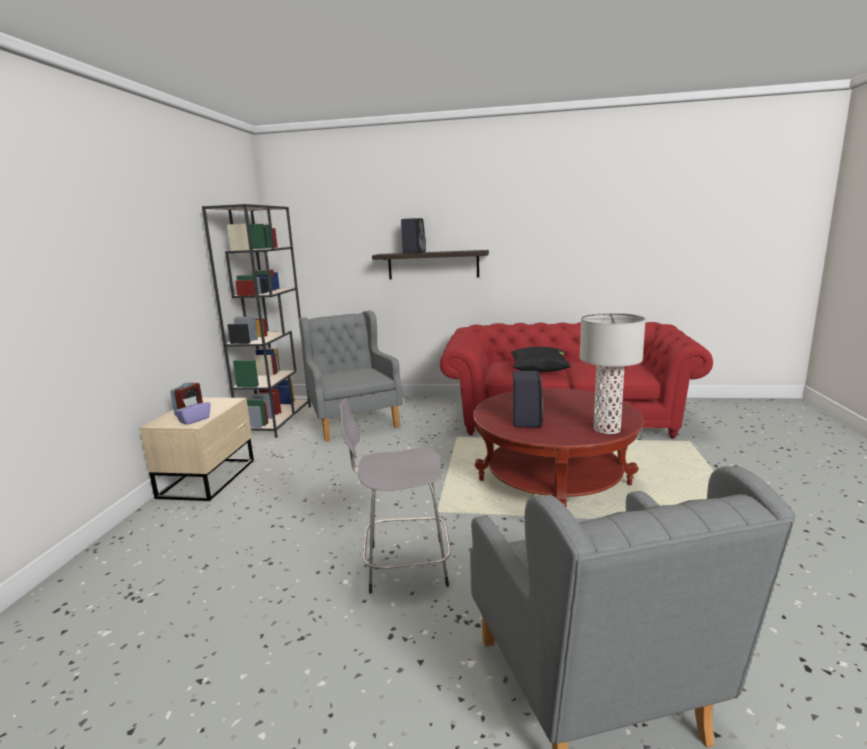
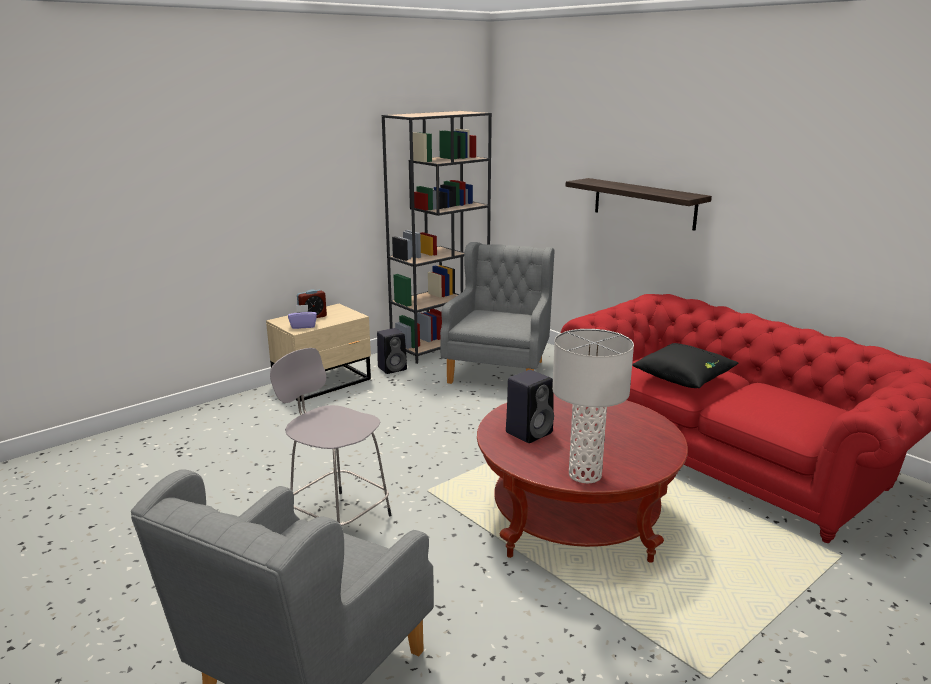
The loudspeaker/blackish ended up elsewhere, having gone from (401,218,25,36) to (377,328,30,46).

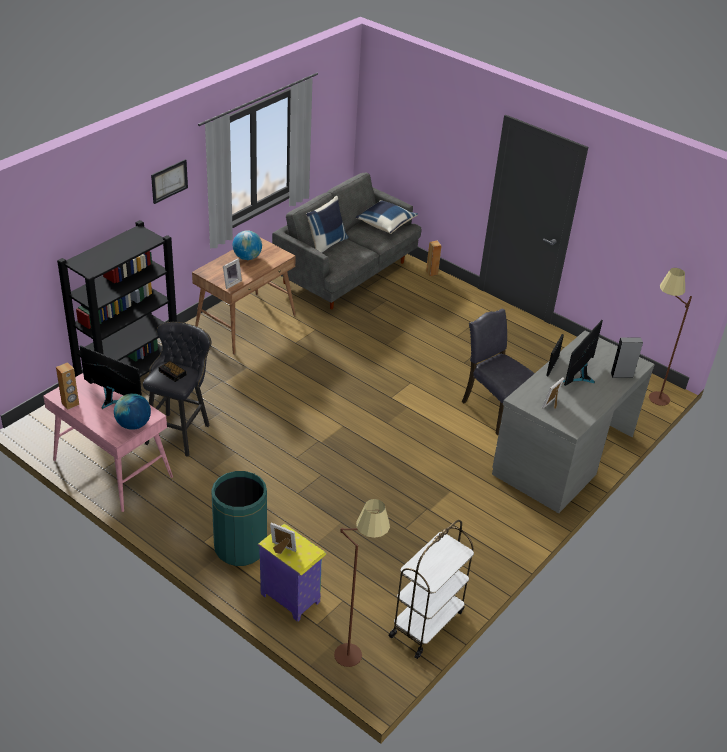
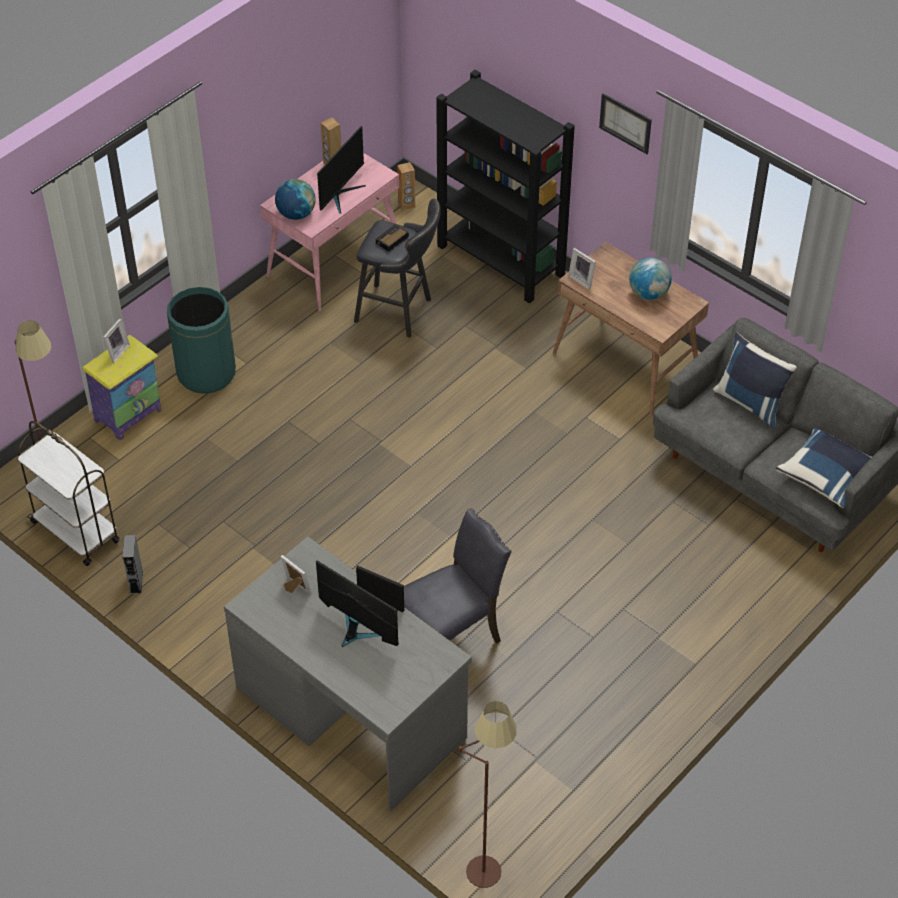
The loudspeaker/brown ended up elsewhere, having gone from (426,241,16,35) to (397,162,18,49). The loudspeaker/grey ended up elsewhere, having gone from (611,337,32,41) to (122,535,21,59).

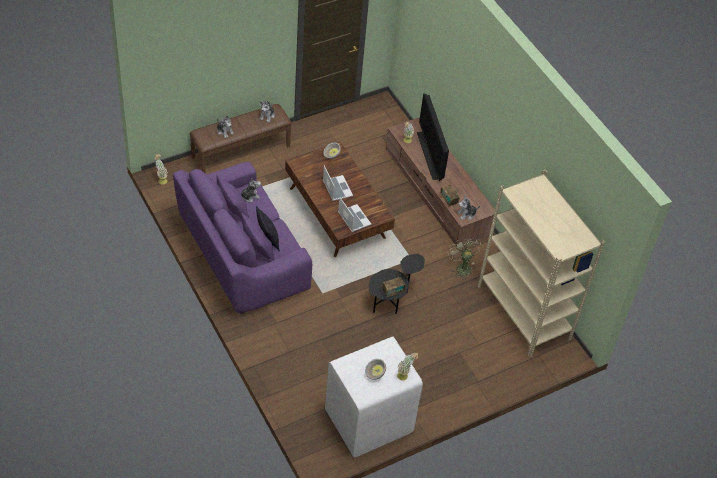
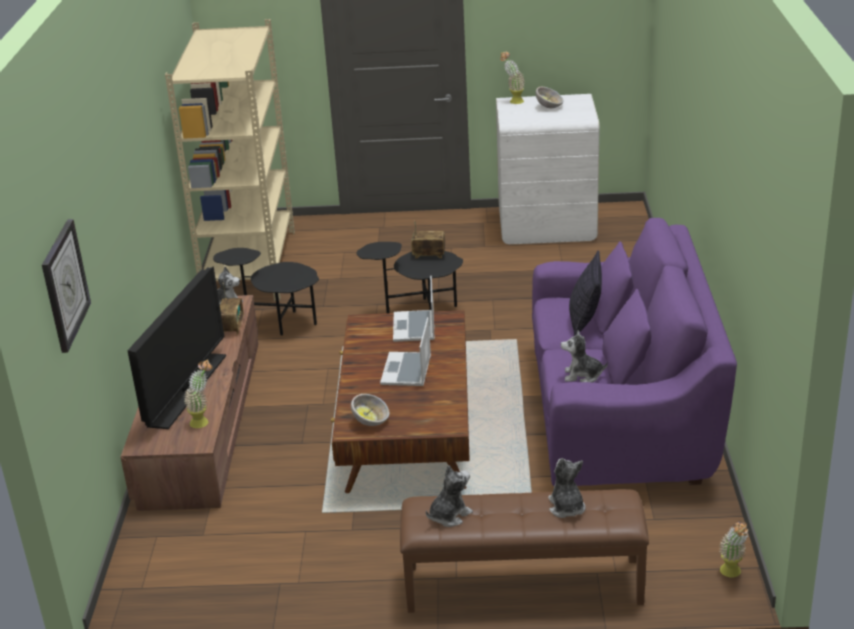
The second view gained the wall clock at (42,219,49,134). Where the electric fan/green-coloured stood at (448,237,34,41), the side table/blackish came to stand at (213,248,106,87).

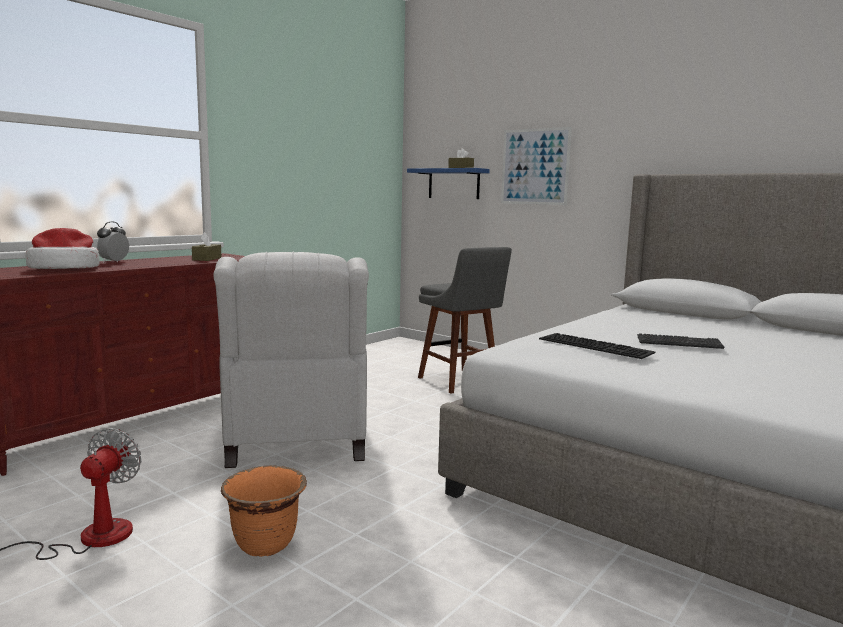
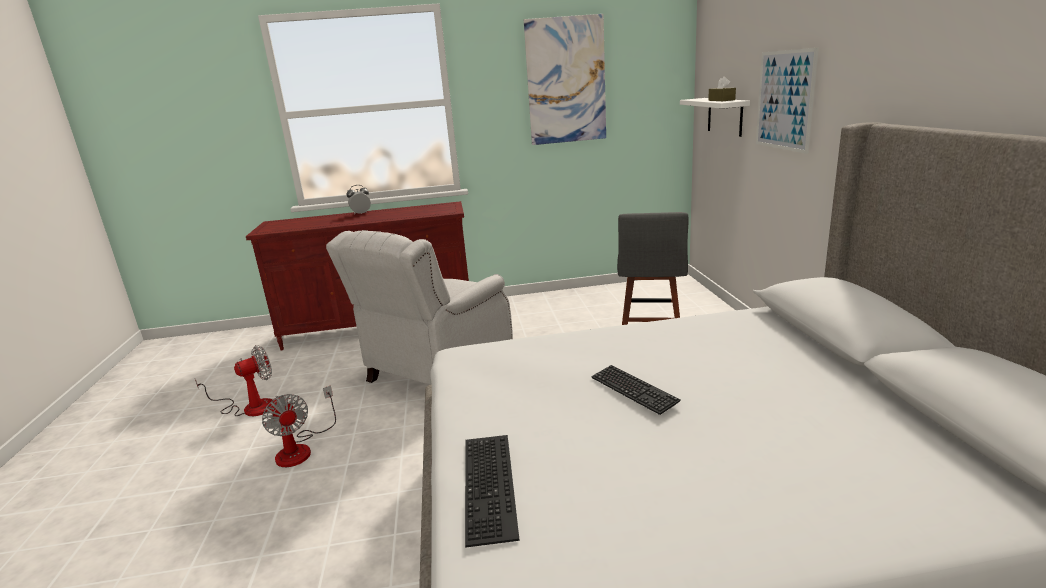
The second view lost the clothing hat at (25,228,75,41). The second view lost the tissue holder/brown at (192,232,29,29). The second view gained the wall picture at (524,14,82,131). The keyboard ended up elsewhere, having gone from (539,333,116,26) to (465,435,55,113). Where the flower pot/orangey stood at (221,465,86,92), the electric fan came to stand at (262,385,74,82). What was the bracket shelf/bluish at (407,168,83,31) turned into the bracket shelf/white at (680,98,70,39).

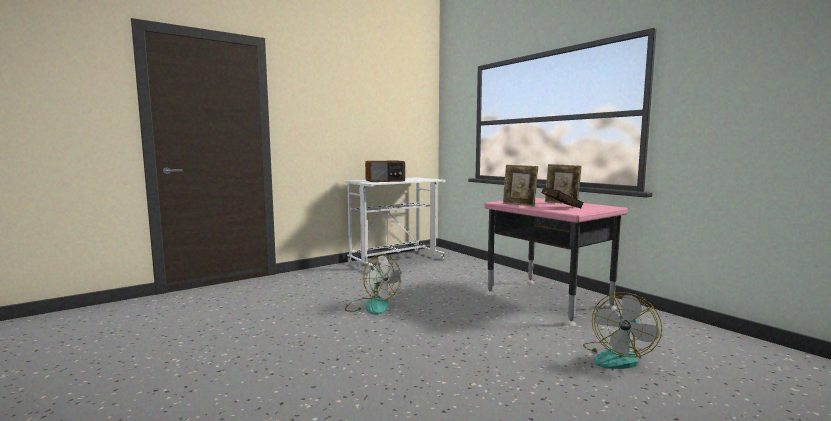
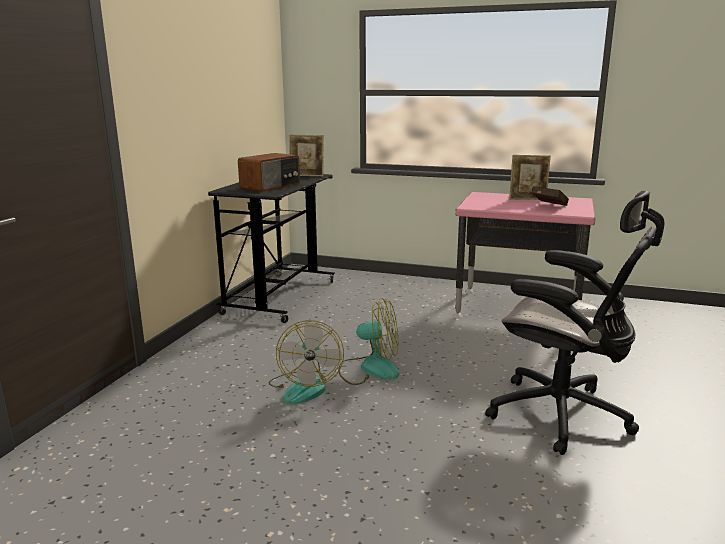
The second view gained the computer chair at (485,191,179,264). The photo frame ended up elsewhere, having gone from (503,165,35,42) to (289,135,35,41). The electric fan ended up elsewhere, having gone from (583,292,79,77) to (268,320,76,84). What was the desk unit/white at (345,177,101,94) turned into the desk unit/blackish at (208,174,127,149).

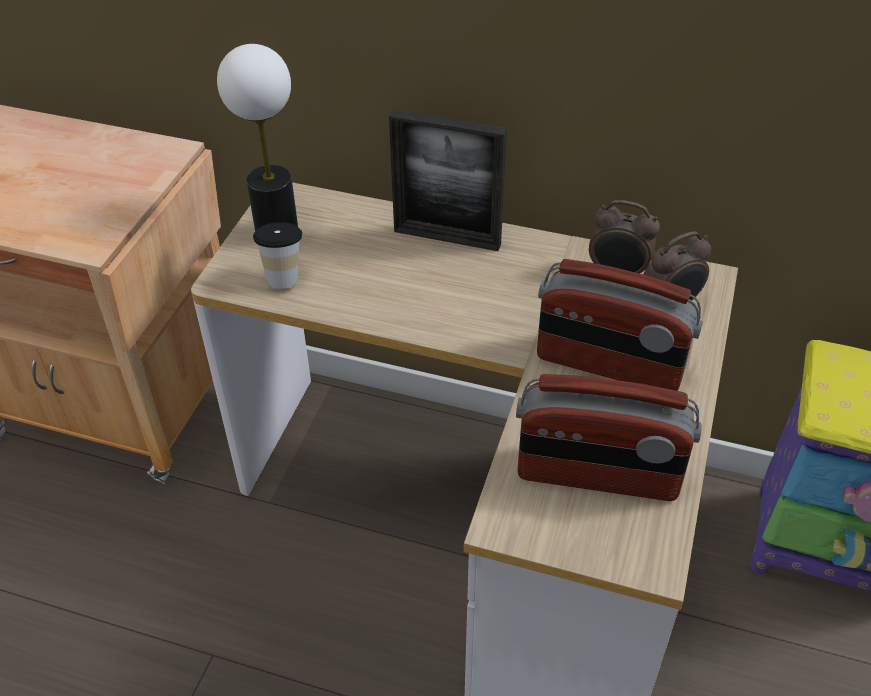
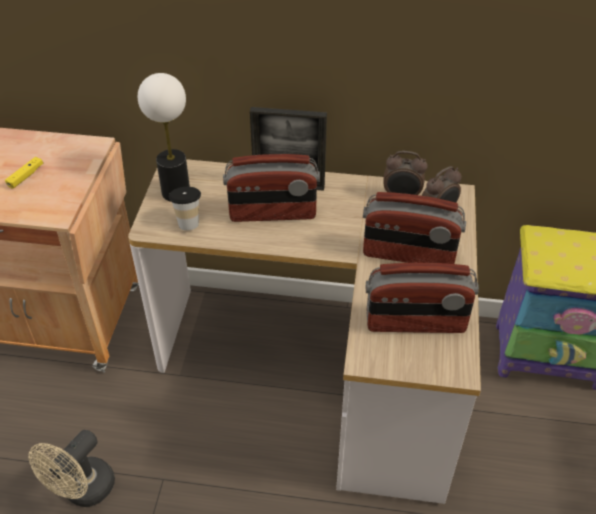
The second view gained the joypad/yellow at (5,157,39,32). The second view gained the electric fan/beige at (28,430,87,77). The second view gained the radio set at (223,154,97,68).

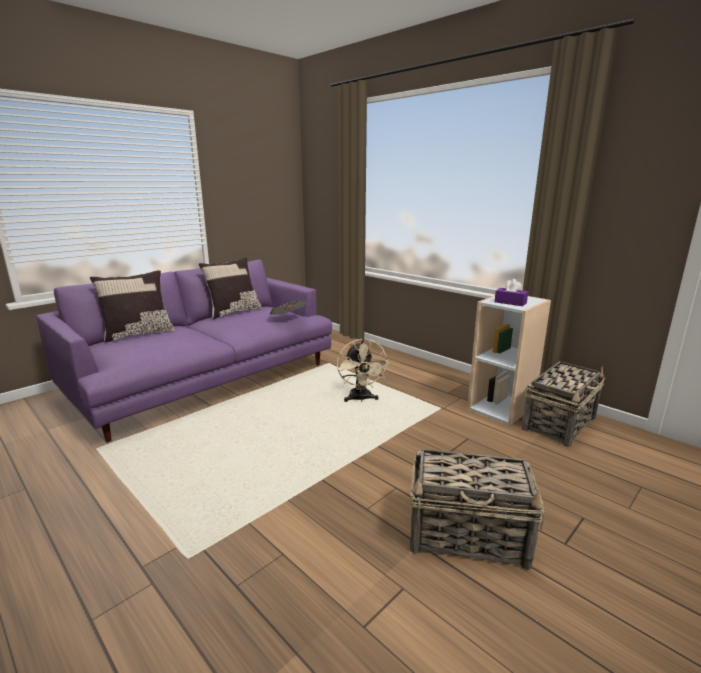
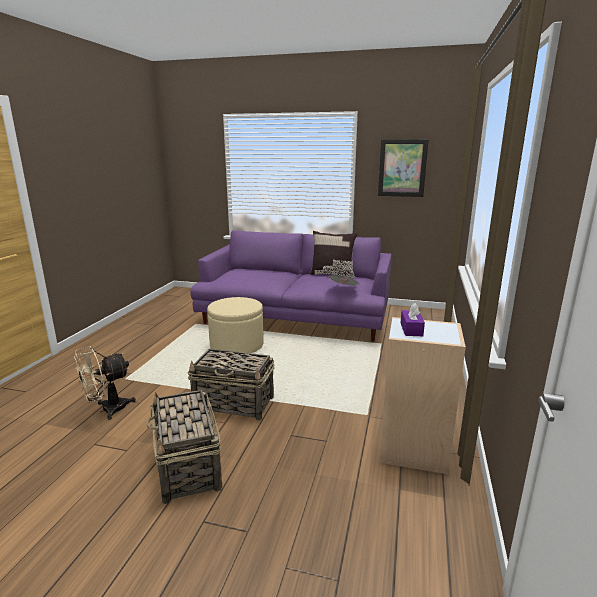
The second view lost the cushion at (90,270,85,73). The second view gained the pouffe/beige at (207,297,57,56). The second view gained the wall picture at (378,139,51,58). The electric fan/beige ended up elsewhere, having gone from (337,338,52,64) to (74,346,62,74). The household basket ended up elsewhere, having gone from (521,361,84,86) to (187,349,88,71).

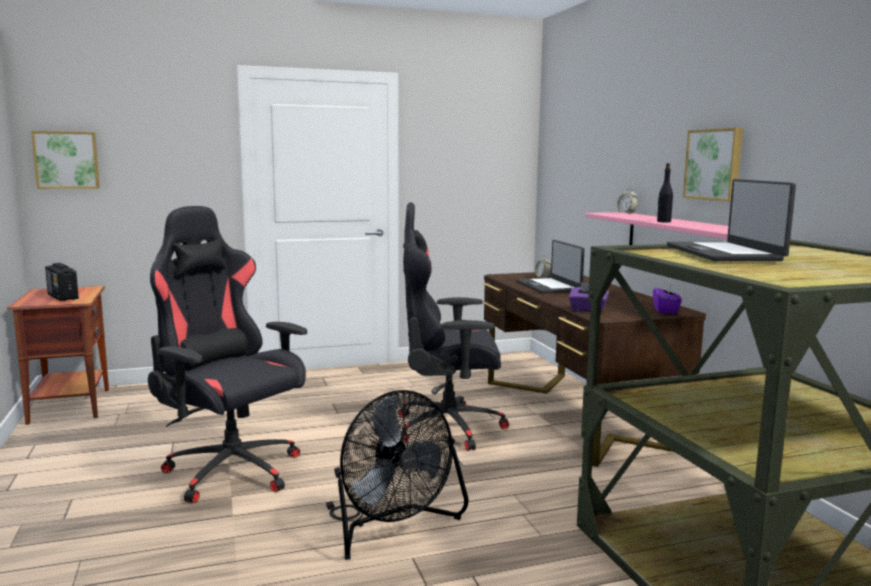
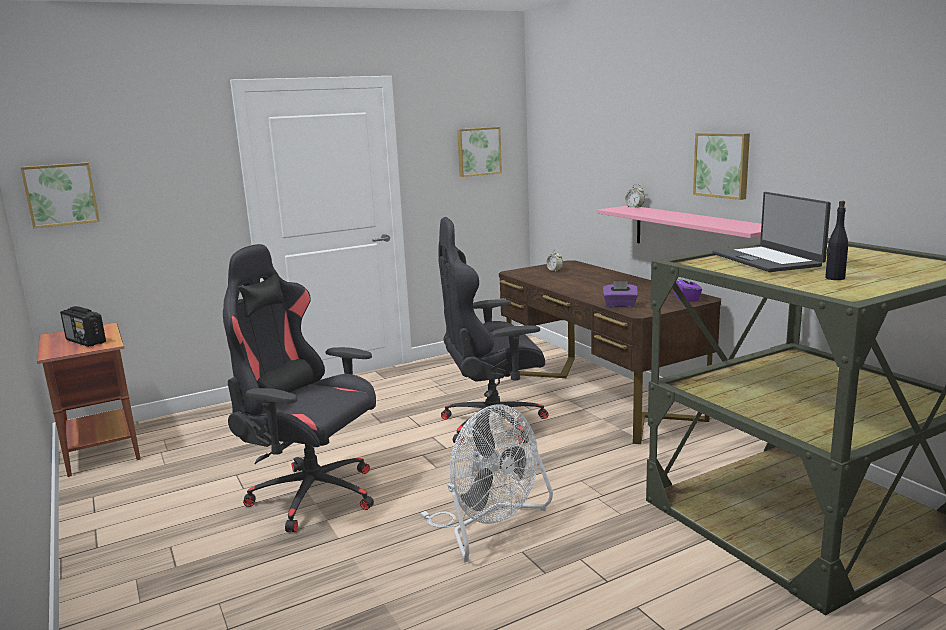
The second view lost the notebook computer at (516,240,68,54). The second view gained the wall picture at (457,127,45,50). The beverage bottle/blackish ended up elsewhere, having gone from (657,163,16,60) to (825,201,23,79). What was the electric fan/blackish at (326,390,142,170) turned into the electric fan/white at (421,404,132,159).

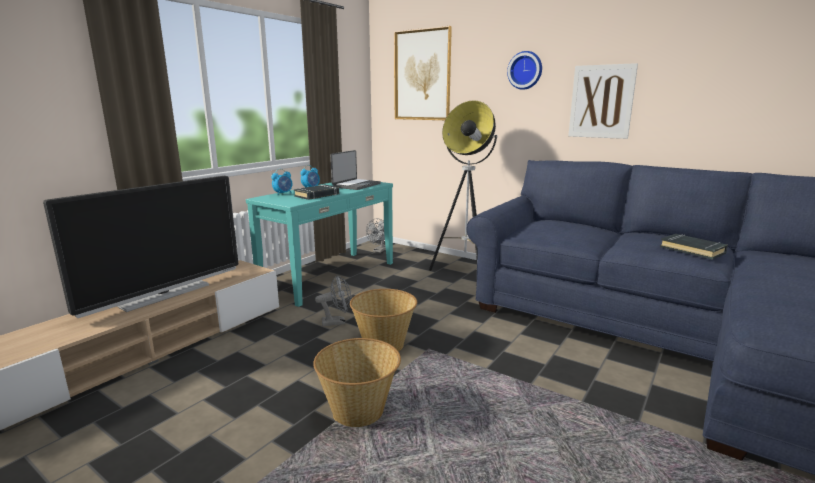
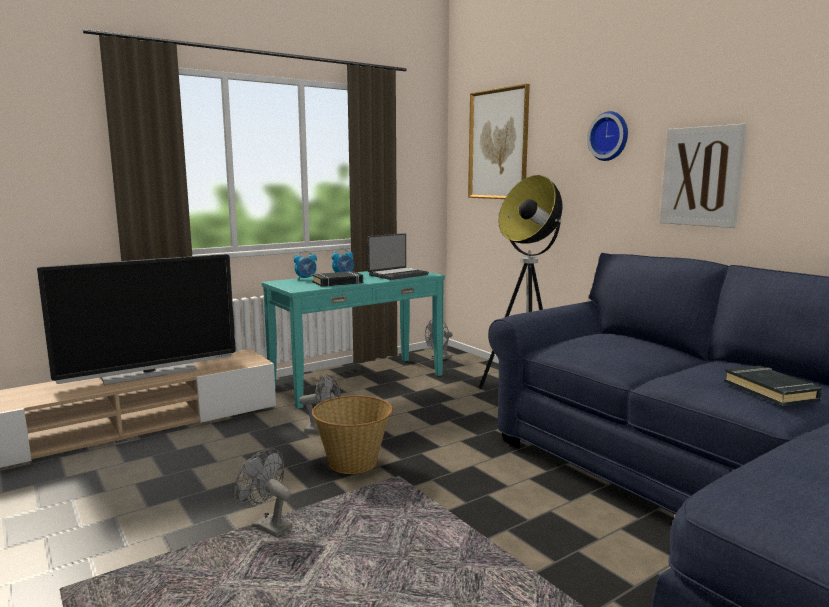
Where the household basket stood at (313,338,88,89), the electric fan/grey came to stand at (234,448,59,89).

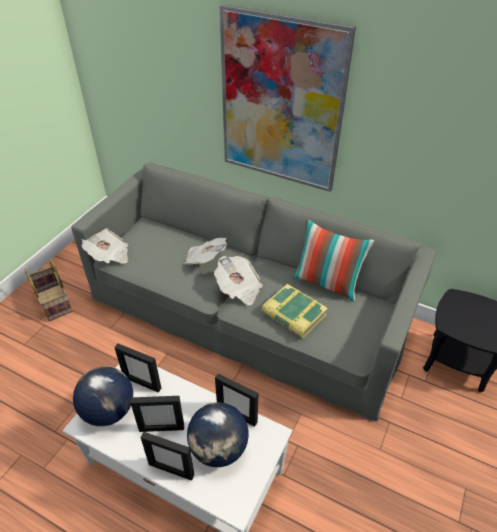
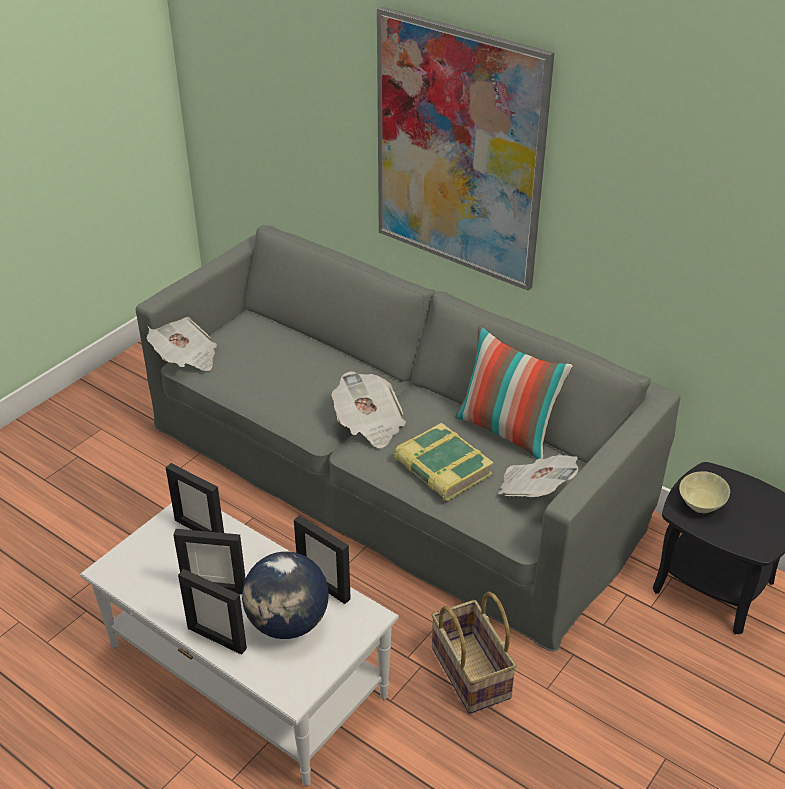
The second view lost the desk globe at (73,366,60,60). The second view gained the serving bowl/beige at (679,471,51,42). The household basket ended up elsewhere, having gone from (24,259,49,62) to (431,591,86,123). The daily paper ended up elsewhere, having gone from (184,238,43,26) to (498,455,80,42).

